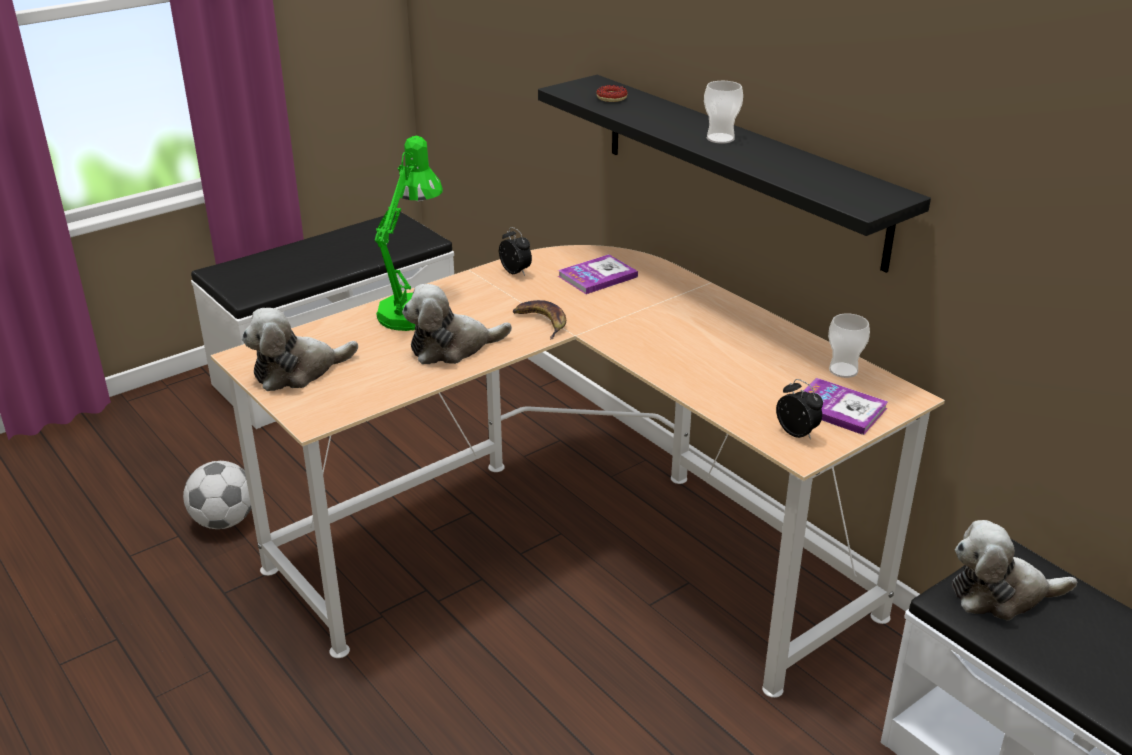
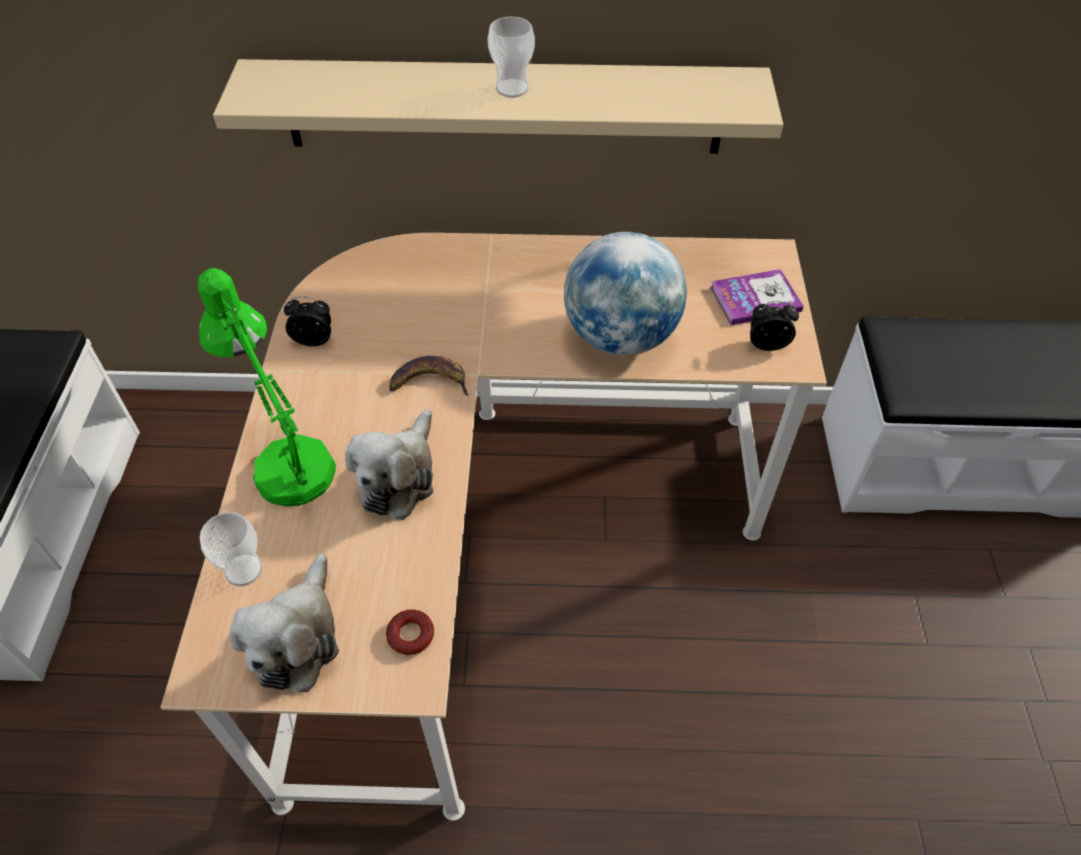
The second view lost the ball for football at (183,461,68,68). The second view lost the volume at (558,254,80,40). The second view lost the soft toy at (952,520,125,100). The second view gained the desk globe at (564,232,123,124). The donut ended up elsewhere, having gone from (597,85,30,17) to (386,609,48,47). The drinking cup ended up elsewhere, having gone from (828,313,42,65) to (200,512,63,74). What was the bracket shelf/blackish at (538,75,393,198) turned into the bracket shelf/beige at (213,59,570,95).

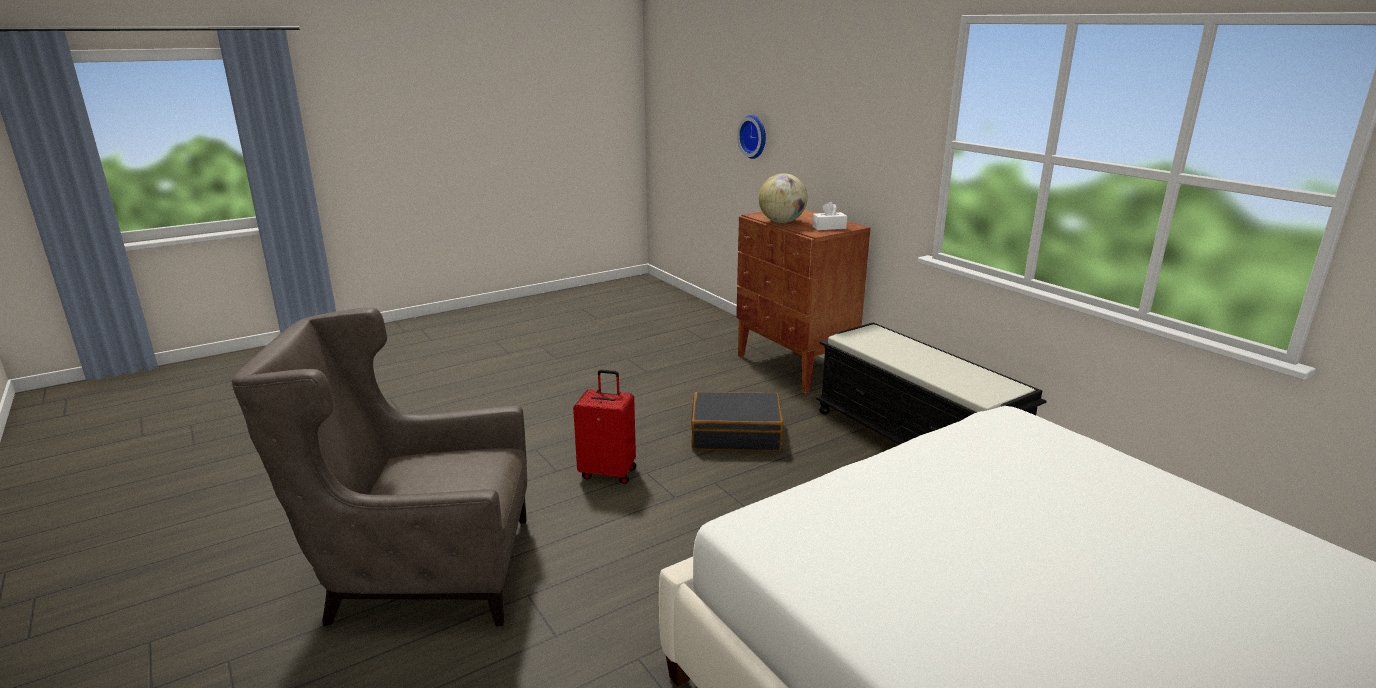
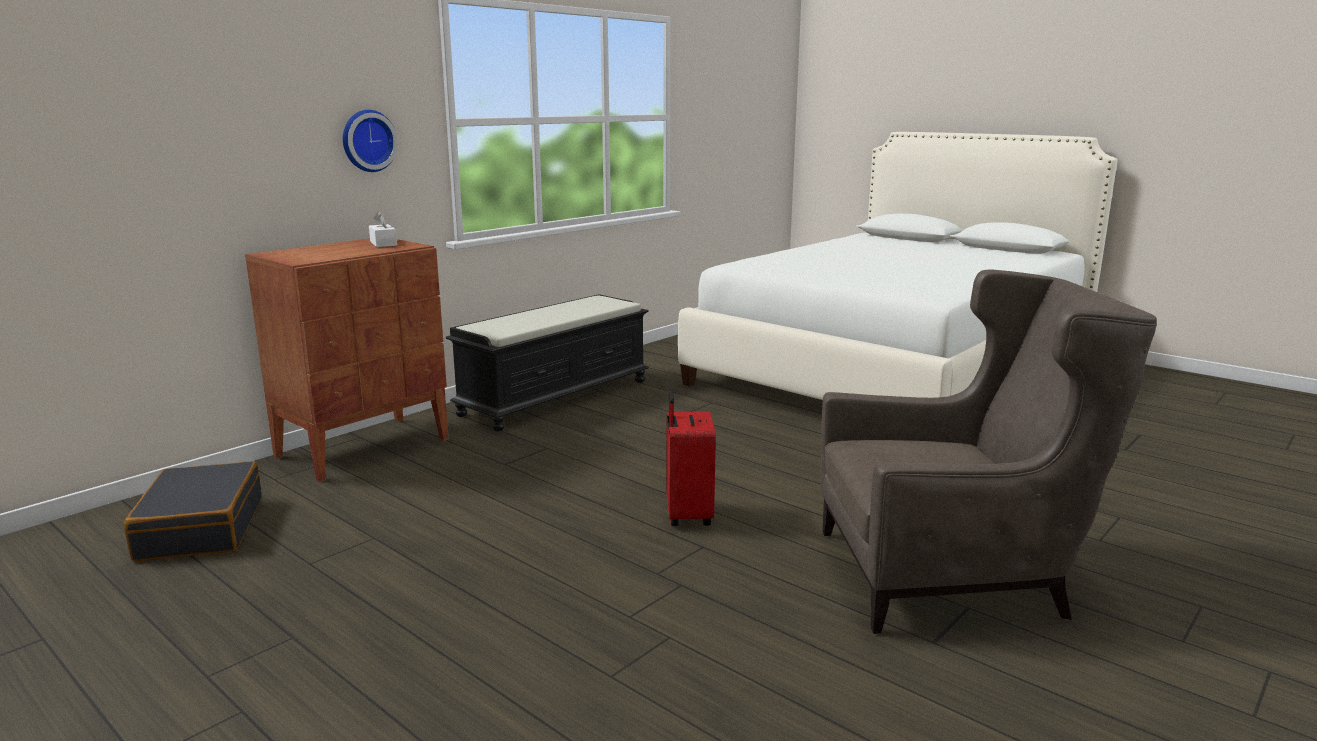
The second view lost the desk globe at (759,173,49,50). The travel case/blackish ended up elsewhere, having gone from (692,392,91,59) to (124,461,138,101). The wall clock ended up elsewhere, having gone from (737,115,29,44) to (343,110,55,62). The armchair/grey at (232,308,295,318) ended up facing another way, 75 degrees counterclockwise from before.

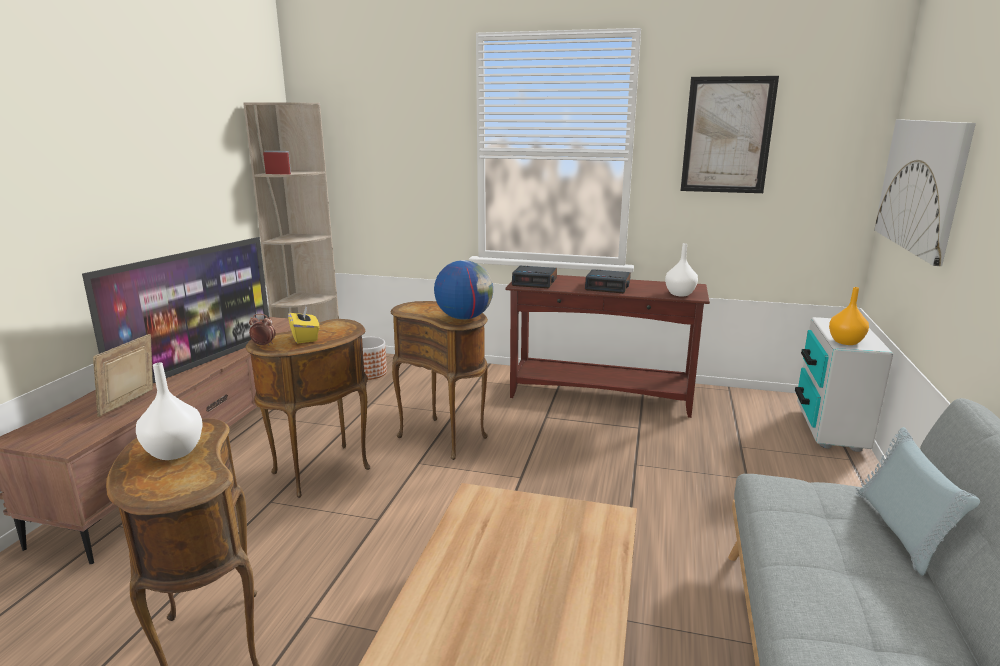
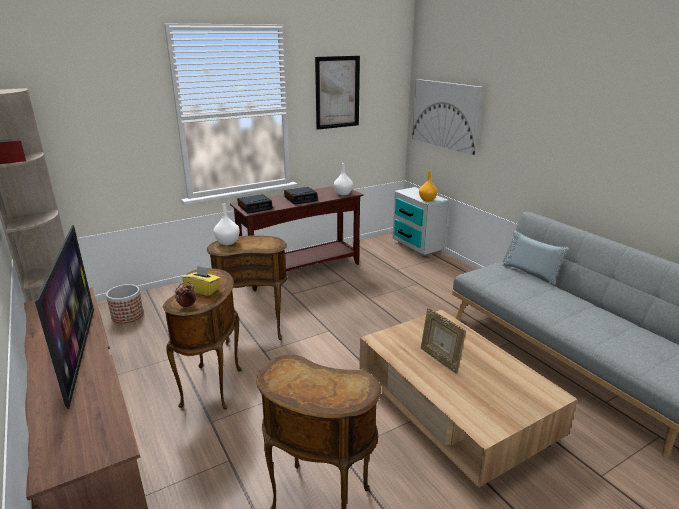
The second view lost the desk globe at (434,260,59,60). The photo frame ended up elsewhere, having gone from (93,334,60,83) to (421,308,45,66). The flower vase/white ended up elsewhere, having gone from (136,363,67,97) to (214,203,26,42).

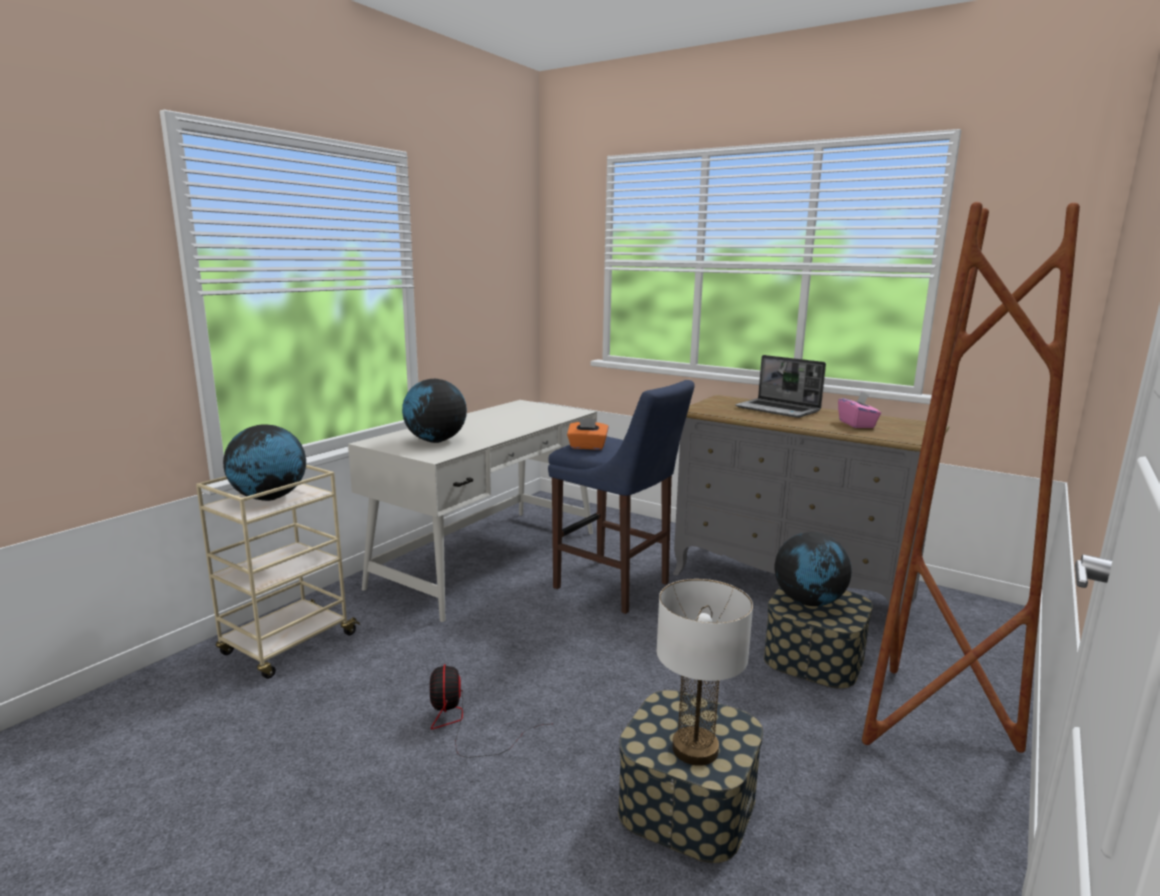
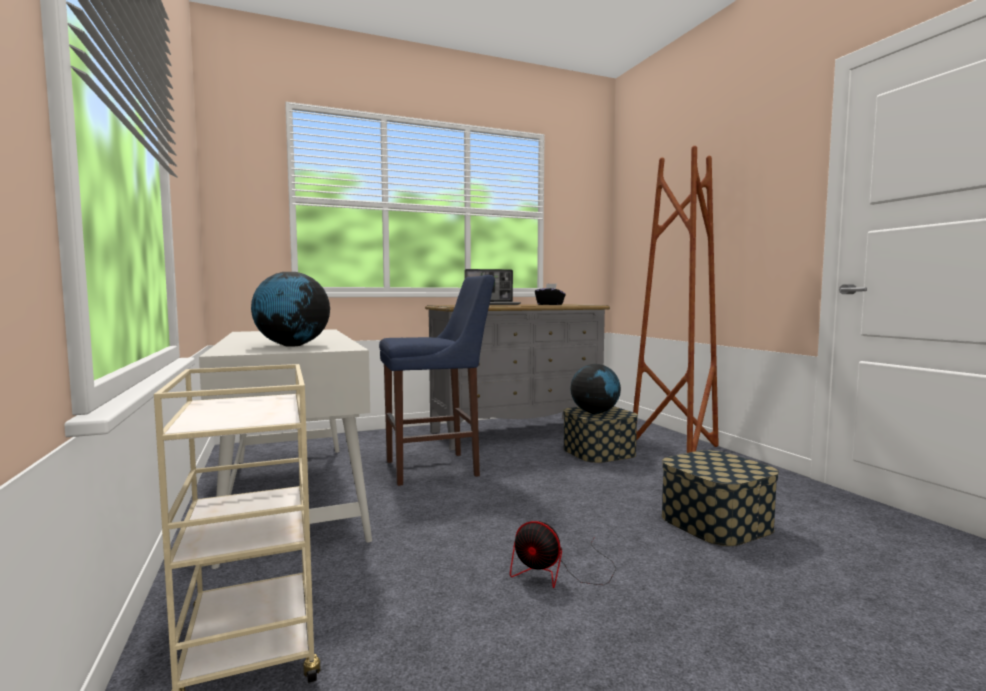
The second view lost the desk globe at (223,424,83,77). The second view lost the tissue holder/orangey at (567,418,42,32). The second view lost the lamp for a table at (657,579,96,187). What was the tissue holder/pink-coloured at (838,392,43,36) turned into the tissue holder/blackish at (535,283,31,22).

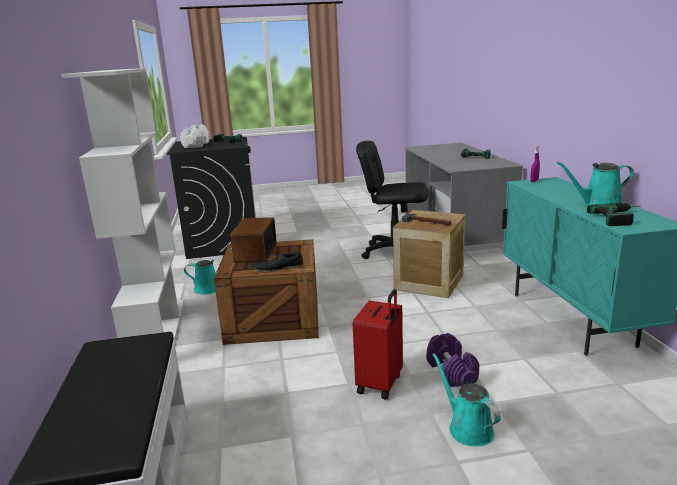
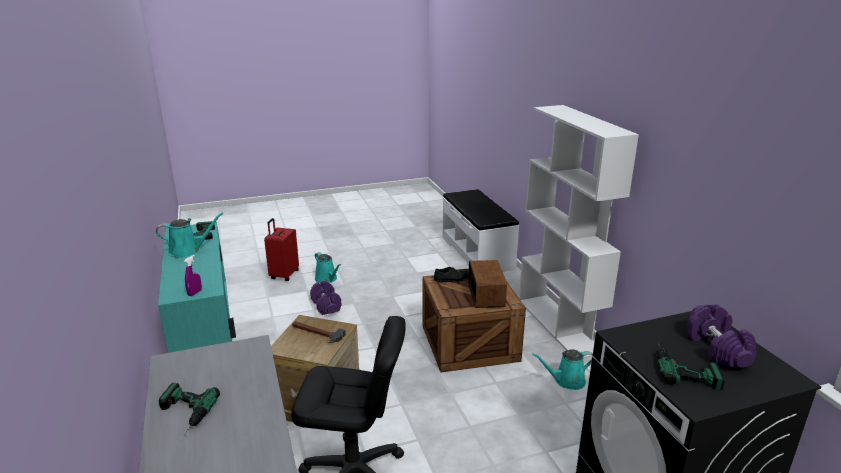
The travel case/reddish ended up elsewhere, having gone from (353,289,50,111) to (264,218,35,63). What was the hand weight/white at (180,124,30,24) turned into the hand weight/purple-coloured at (687,304,69,64).

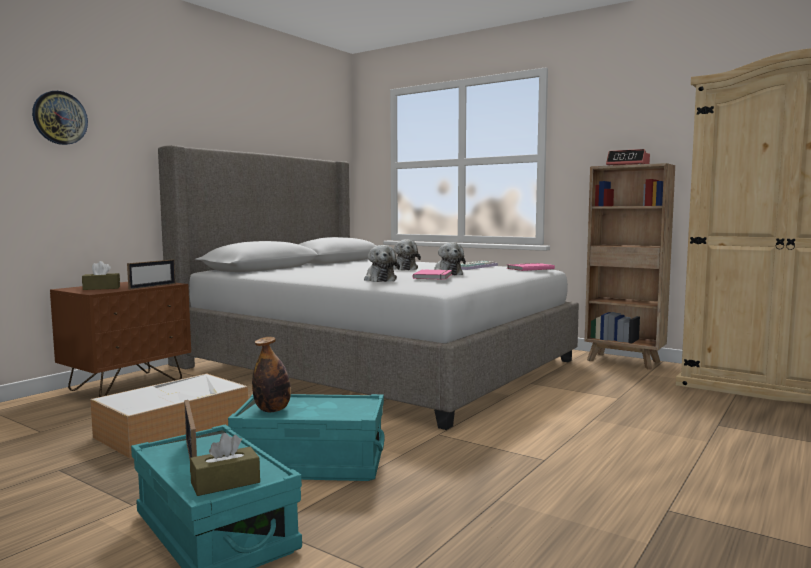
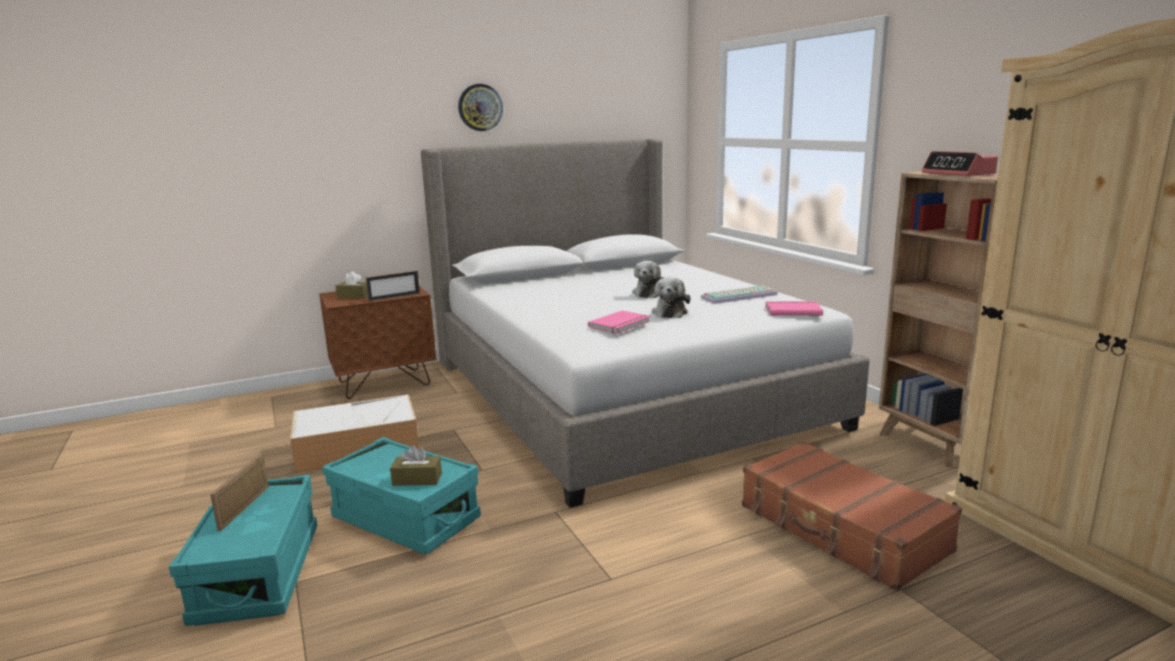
The second view lost the beverage bottle at (252,337,39,75). The second view lost the soft toy at (364,245,36,37). The second view gained the travel case/brown at (742,441,220,150). The wall clock ended up elsewhere, having gone from (32,91,56,54) to (458,84,45,47). The tissue holder/brown ended up elsewhere, having gone from (190,433,70,63) to (390,445,52,41).

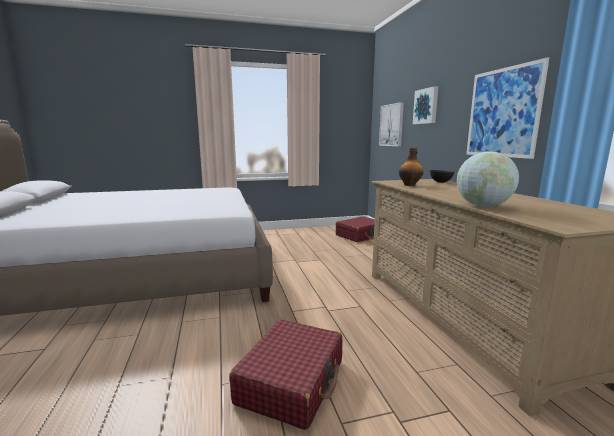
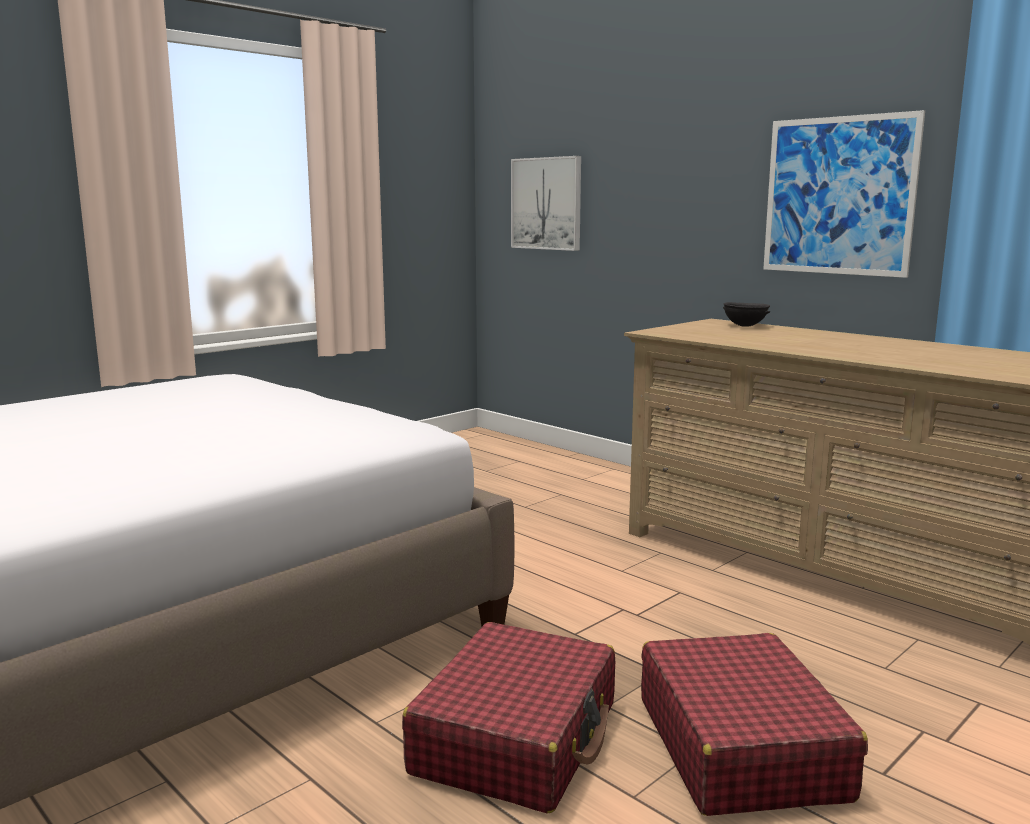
The second view lost the beverage bottle at (399,147,25,39). The second view lost the wall picture at (413,86,25,38). The second view lost the desk globe at (457,151,62,56). The travel case/reddish ended up elsewhere, having gone from (336,216,39,26) to (402,622,213,192).

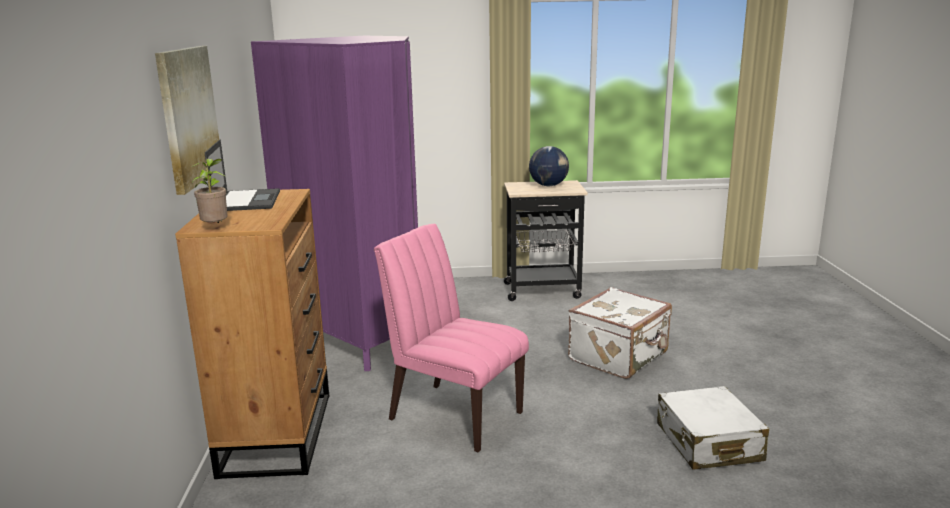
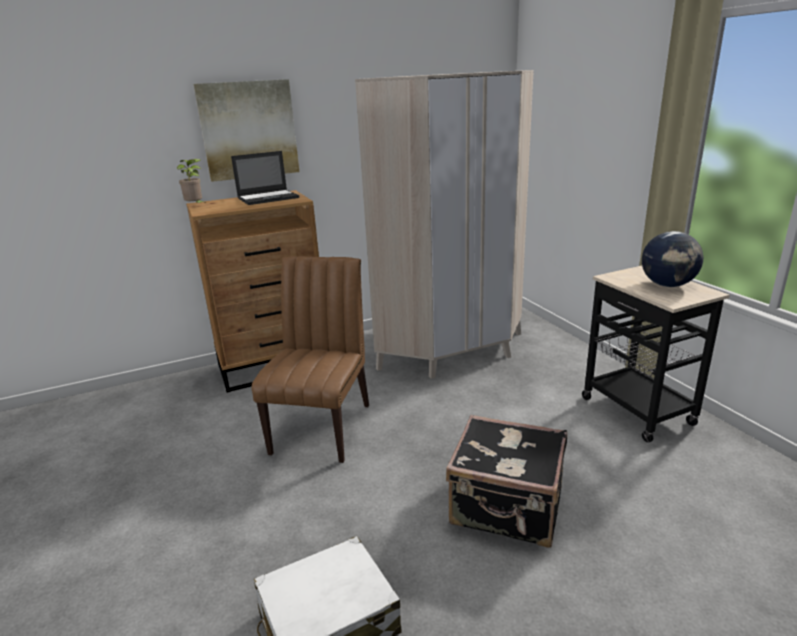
What was the clothes cupboard/purple-coloured at (251,36,167,335) turned into the clothes cupboard/beige at (355,70,179,309). What was the plain chair/pink-coloured at (374,224,155,228) turned into the plain chair/brown at (252,256,117,207). What was the travel case/white at (568,287,104,92) turned into the travel case/blackish at (446,415,121,133).

